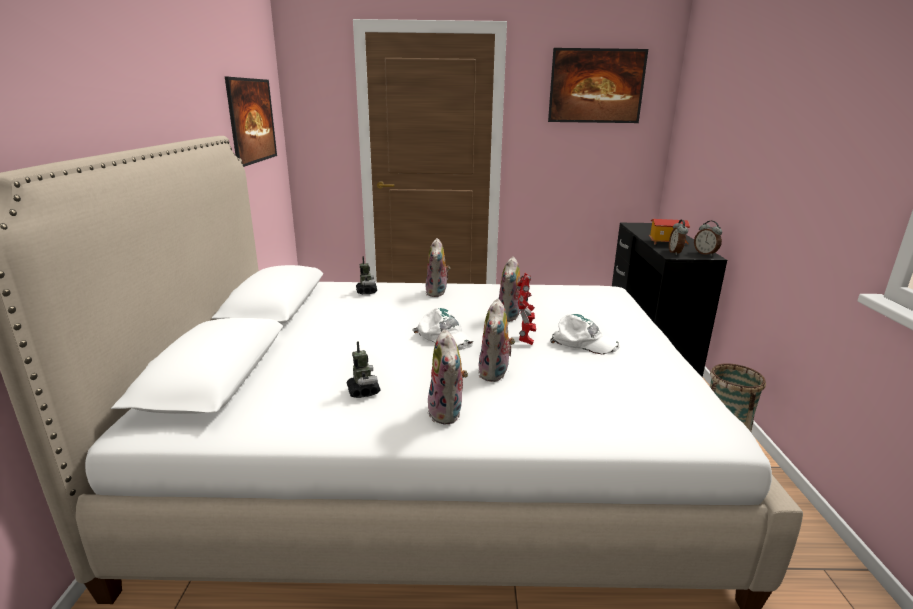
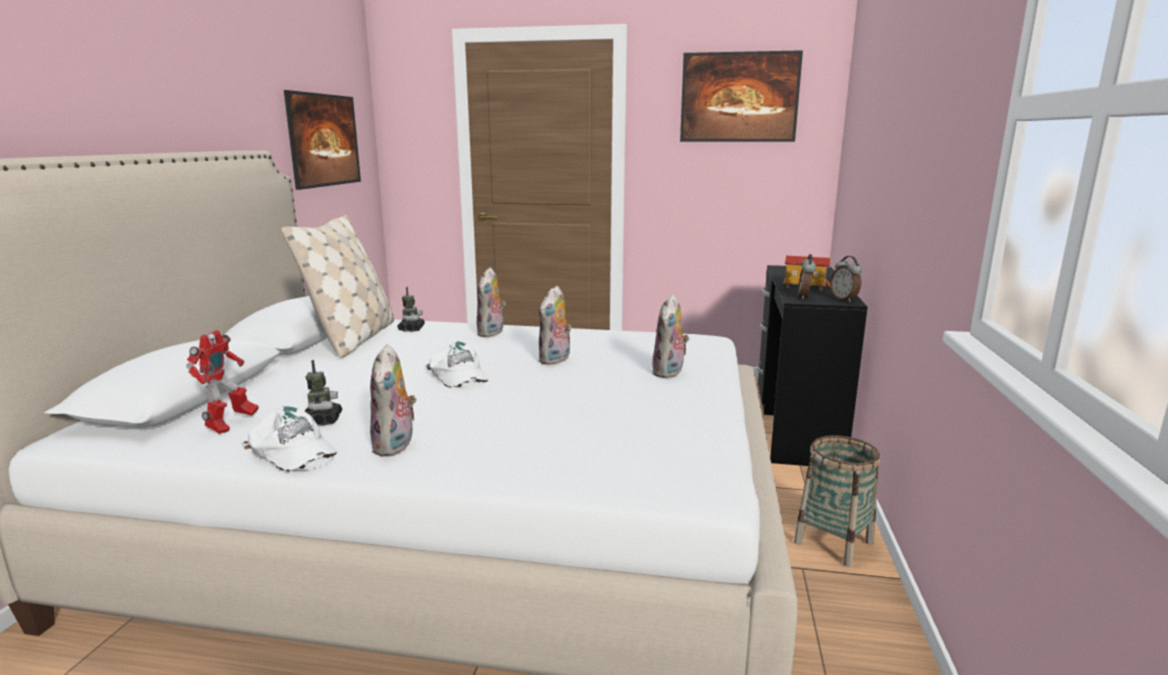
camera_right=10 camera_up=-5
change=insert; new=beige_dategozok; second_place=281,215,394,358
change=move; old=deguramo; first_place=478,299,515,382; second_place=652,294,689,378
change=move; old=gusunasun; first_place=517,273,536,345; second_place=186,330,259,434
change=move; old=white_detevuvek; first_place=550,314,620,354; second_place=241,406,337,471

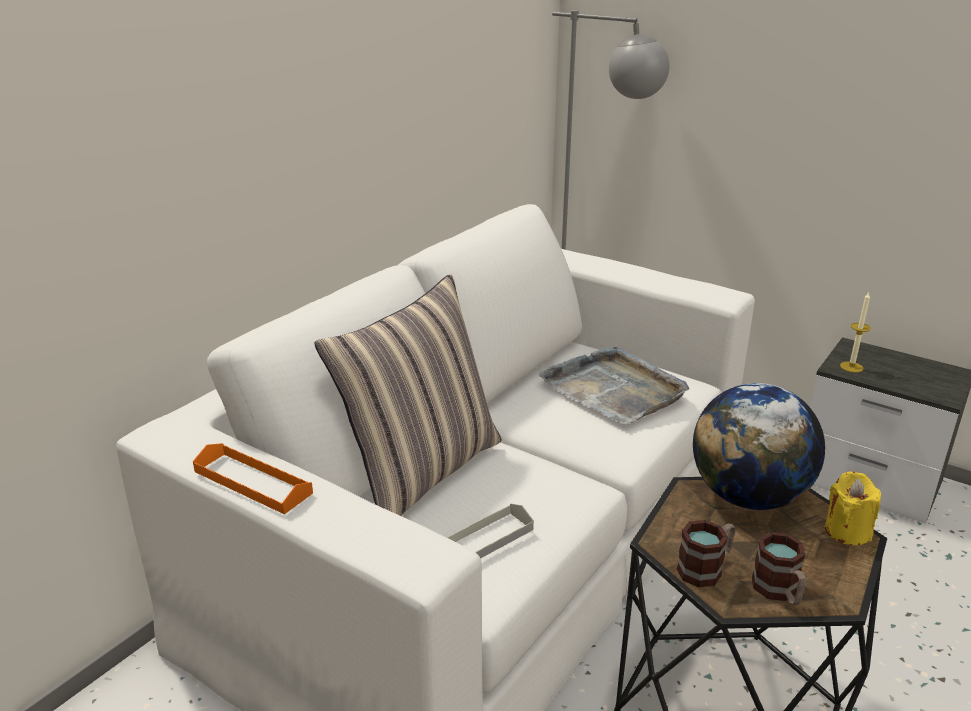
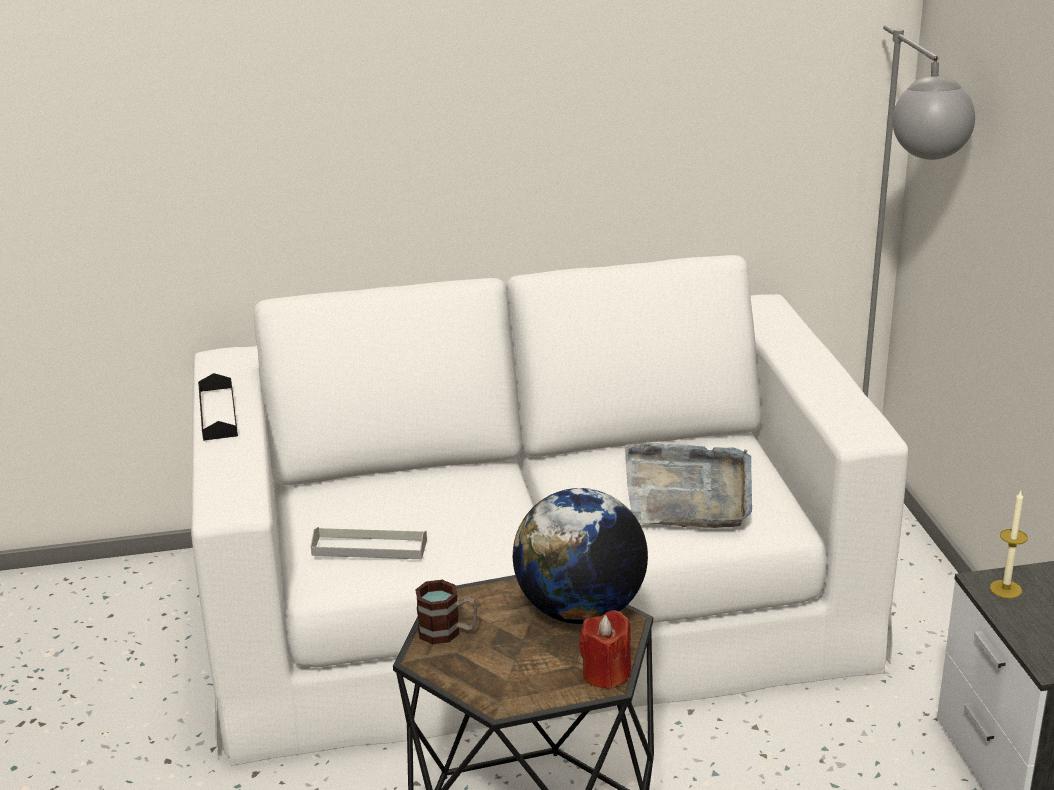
camera_right=45 camera_up=0
change=delete; old=dategozok; first_place=314,274,502,516
change=delete; old=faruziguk; first_place=752,532,806,605
change=recolor; old=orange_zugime; new=black_zugime; first_place=193,443,313,514; second_place=198,373,238,441
change=recolor; old=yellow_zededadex; new=red_zededadex; first_place=825,471,881,545; second_place=579,610,631,690

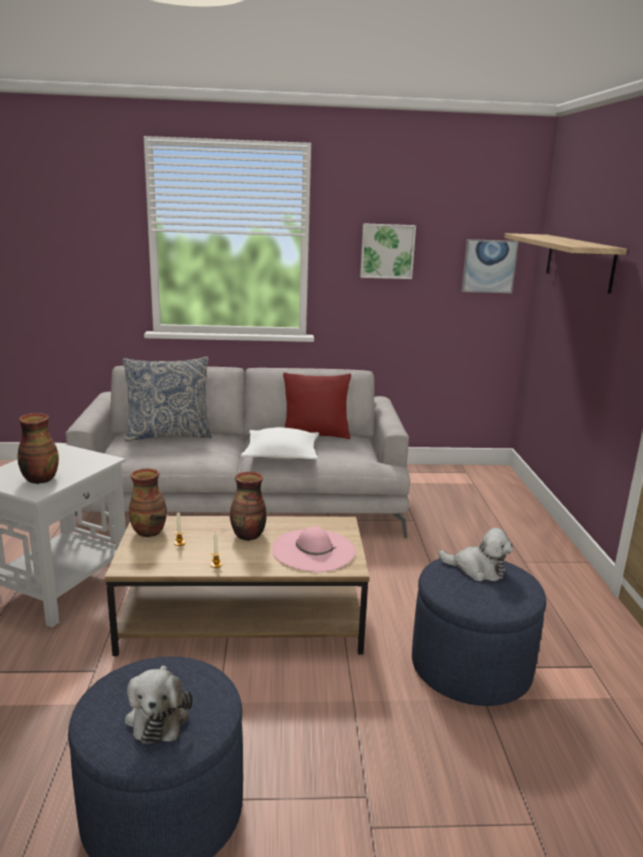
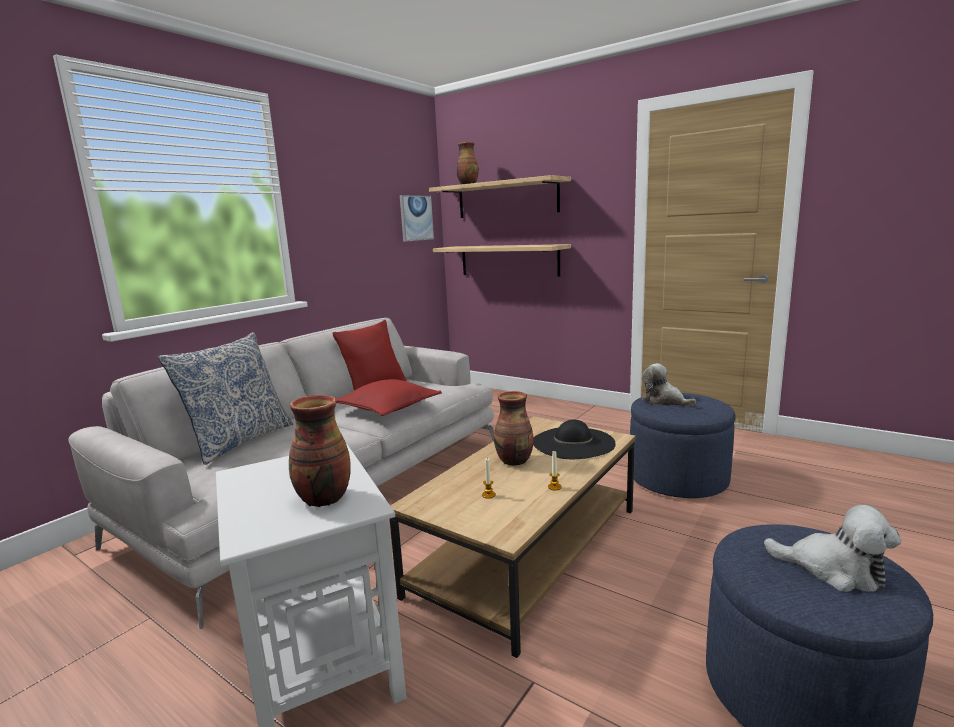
camera_right=-50 camera_up=-5
change=delete; old=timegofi; first_place=360,223,416,279
change=insert; new=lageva; second_place=433,244,571,277
change=move; old=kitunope; first_place=129,468,167,537; second_place=457,142,479,184
change=recolor; old=white_dategozok; new=red_dategozok; first_place=241,427,319,460; second_place=336,379,442,416
change=recolor; old=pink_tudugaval; new=black_tudugaval; first_place=272,527,356,572; second_place=533,419,616,459
change=rotate; old=deguramo; first_place=438,528,513,581; second_place=642,363,696,407; degrees=-105

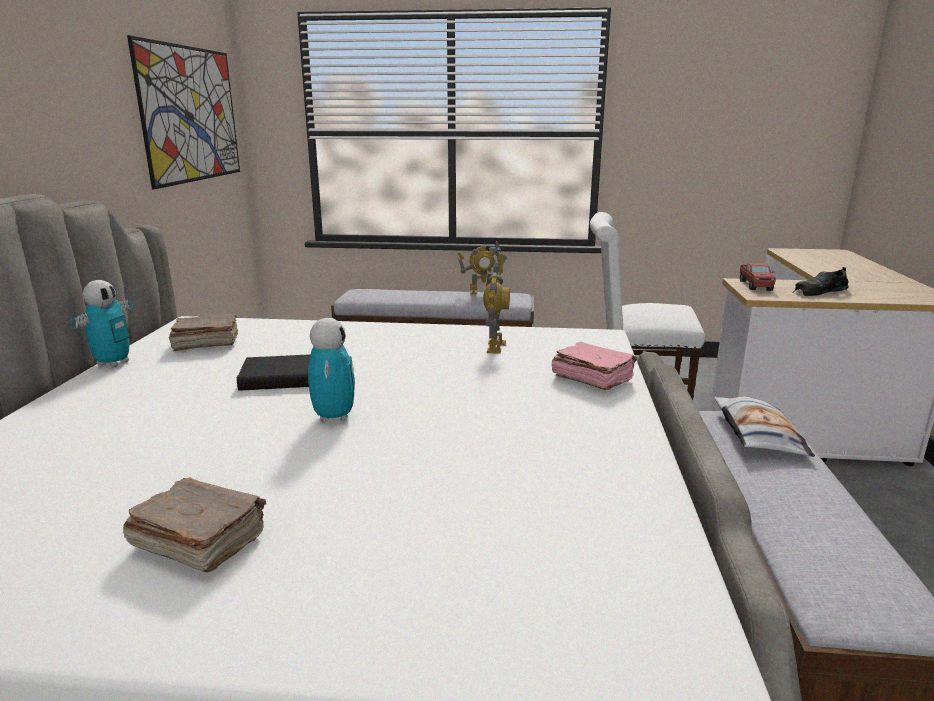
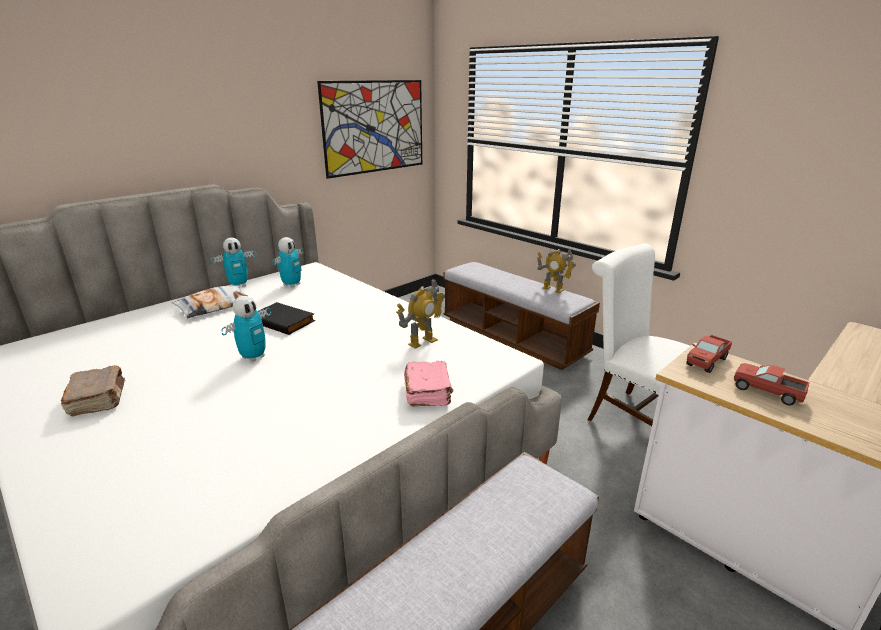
camera_right=40 camera_up=5
change=move; old=dategozok; first_place=714,397,815,457; second_place=172,286,247,318
change=replace; old=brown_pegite; new=gusunasun; first_place=169,314,238,351; second_place=272,237,303,288
change=replace; old=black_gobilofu; new=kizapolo; first_place=792,267,849,296; second_place=734,363,810,406

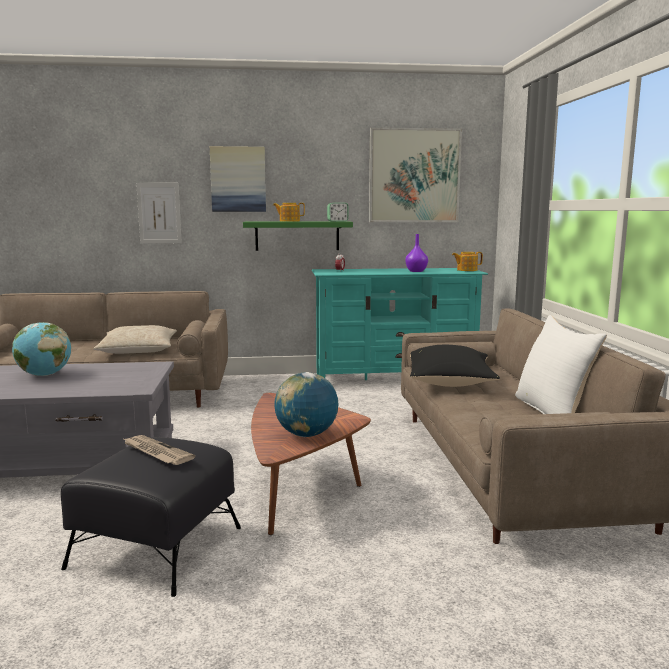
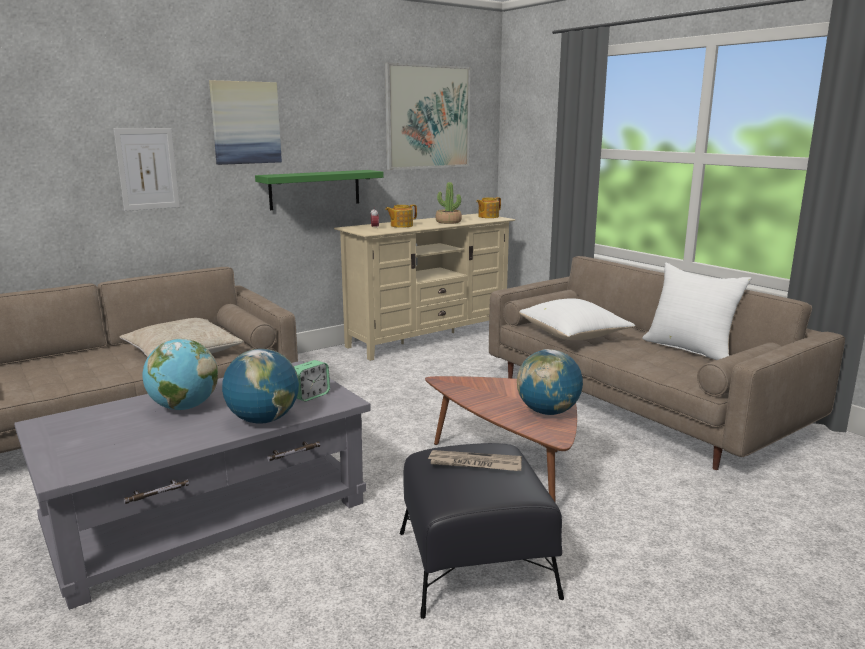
camera_right=-30 camera_up=5
change=insert; new=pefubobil; second_place=222,349,299,424
change=move; old=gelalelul; first_place=273,203,305,222; second_place=385,204,417,228
change=move; old=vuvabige; first_place=327,203,349,222; second_place=294,360,330,401
change=replace; old=purple_kitunope; new=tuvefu; first_place=405,234,428,272; second_place=436,182,462,224
change=recolor; old=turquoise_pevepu; new=beige_pevepu; first_place=312,268,488,380; second_place=334,213,515,361
change=recolor; old=black_dategozok; new=white_dategozok; first_place=410,345,500,387; second_place=519,298,635,340

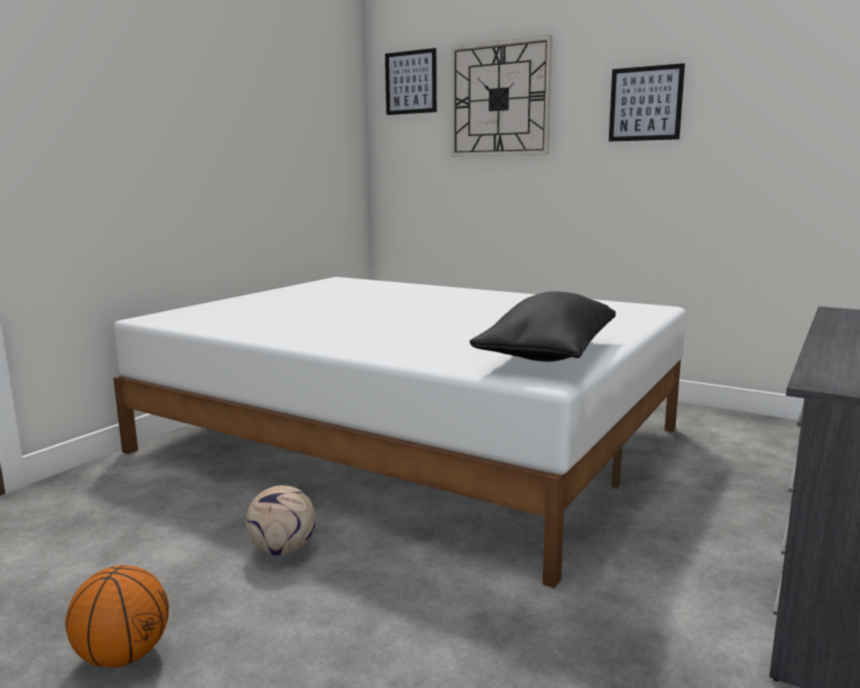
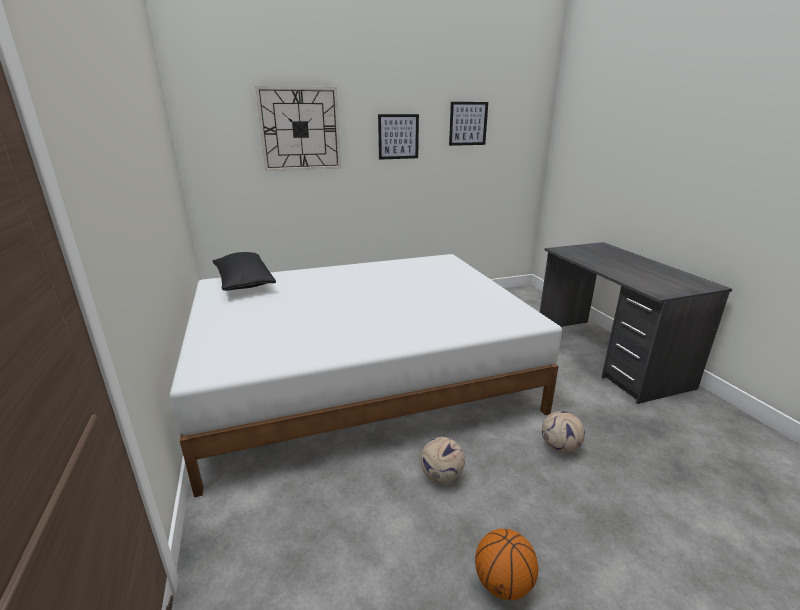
camera_right=-50 camera_up=10
change=insert; new=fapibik; second_place=542,411,585,453
change=move; old=timegofi; first_place=385,48,437,115; second_place=449,102,488,146
change=move; old=black_dategozok; first_place=470,291,616,362; second_place=213,252,276,291

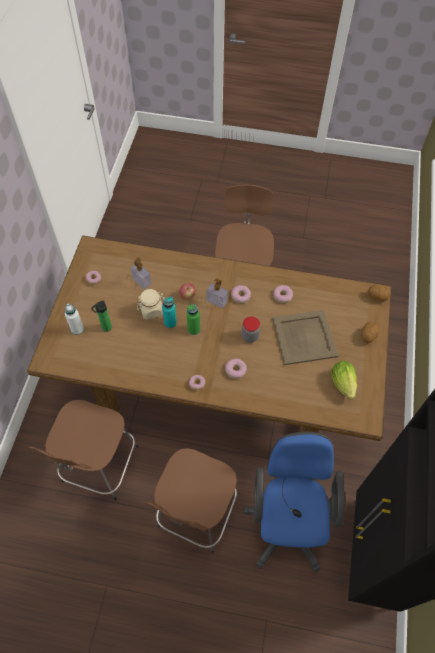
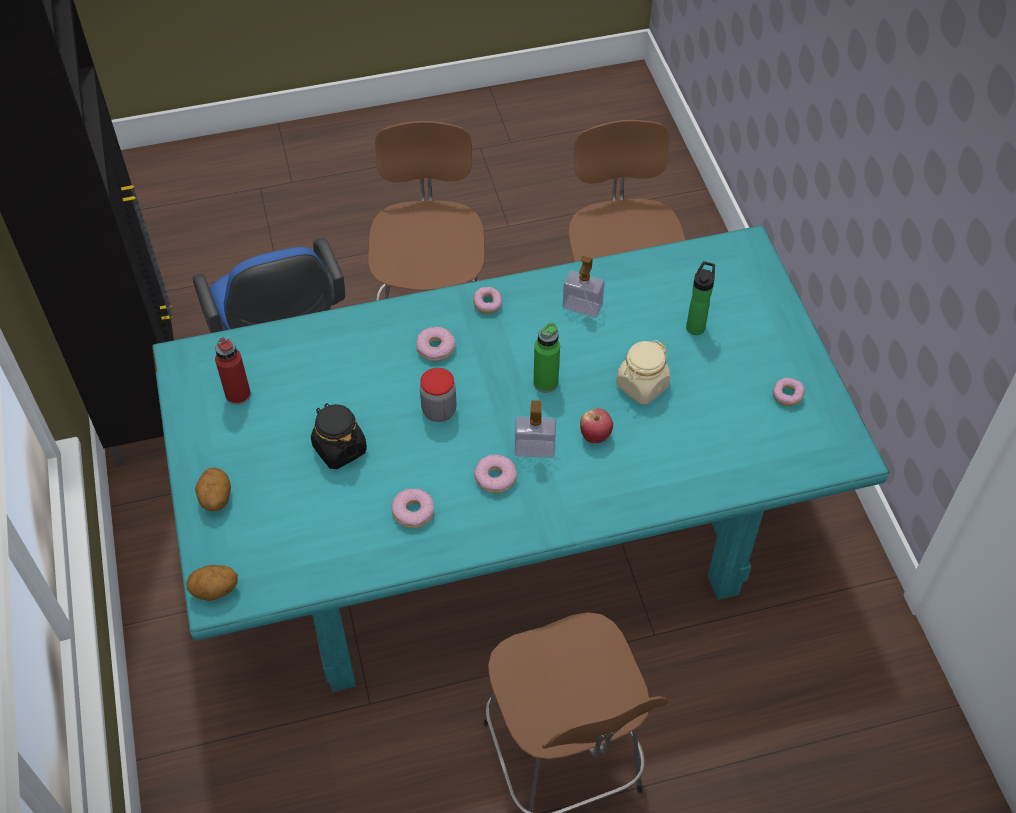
camera_right=155 camera_up=-5
change=delete; old=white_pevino; first_place=65,304,84,335
change=delete; old=turquoise_pevino; first_place=162,297,177,328
change=move; old=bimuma; first_place=131,258,151,289; second_place=563,256,605,318
change=replace; old=beige_zugime; new=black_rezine; first_place=272,310,338,365; second_place=311,403,367,469
change=replace; old=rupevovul; new=red_pevino; first_place=331,361,357,400; second_place=215,337,251,405
change=recolor; old=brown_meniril; new=turquoise_meniril; first_place=27,236,391,441; second_place=152,225,889,692

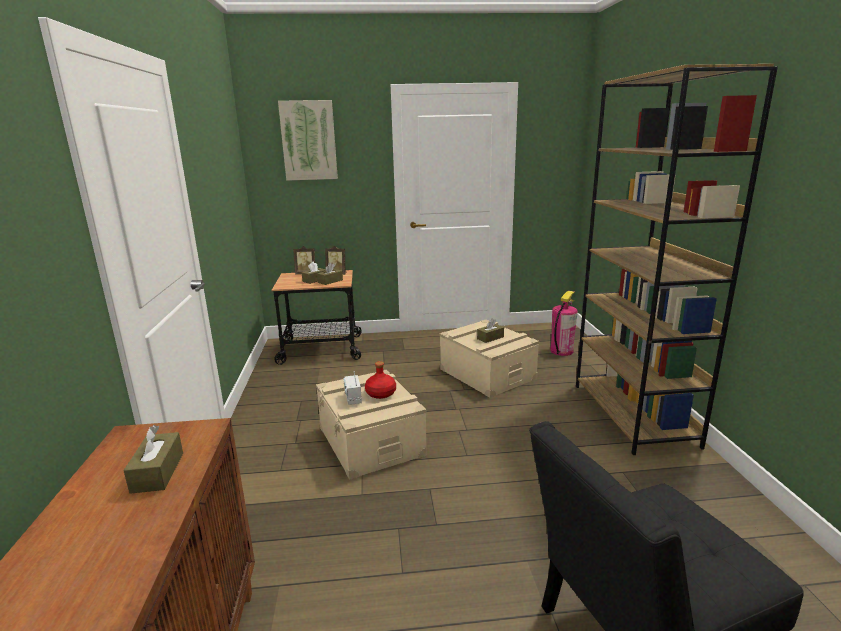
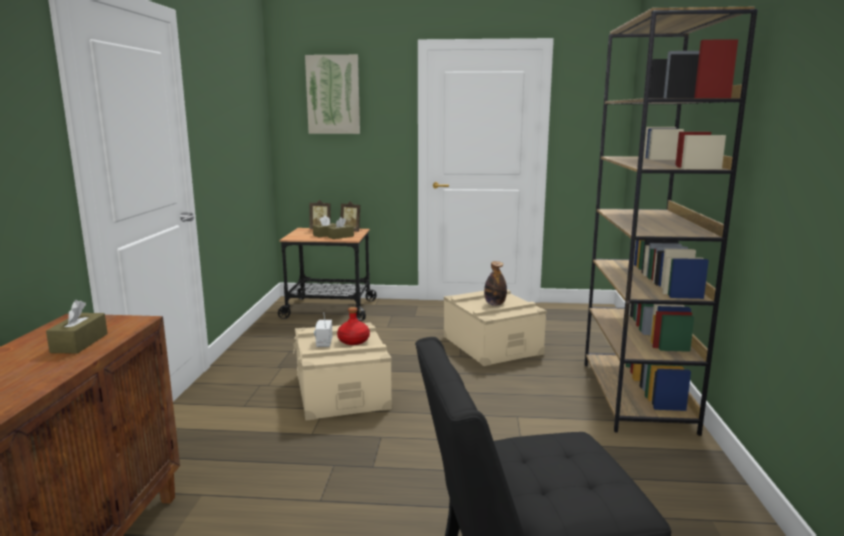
camera_right=10 camera_up=-5
change=delete; old=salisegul; first_place=550,291,578,356
change=replace; old=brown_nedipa; new=pevino; first_place=477,319,504,343; second_place=484,261,507,306

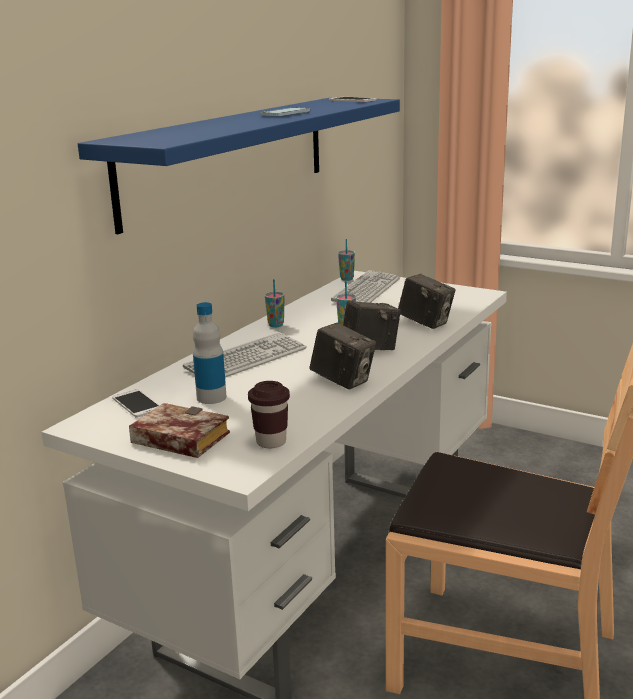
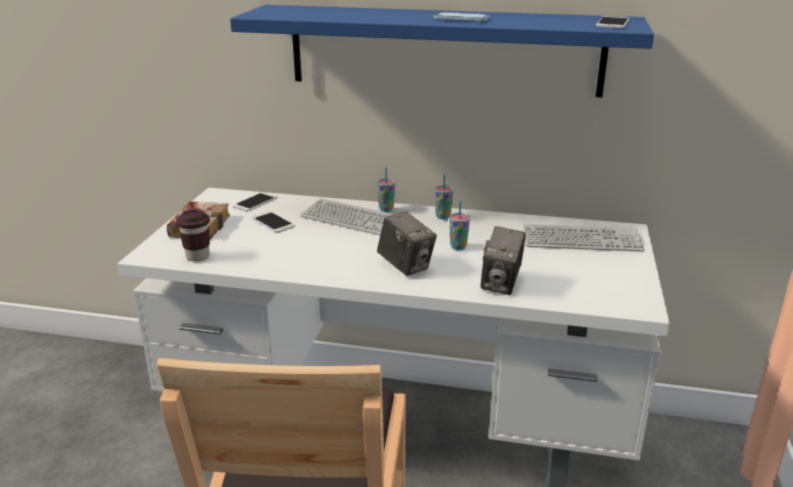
camera_right=70 camera_up=5
change=delete; old=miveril; first_place=309,322,376,389
change=move; old=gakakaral; first_place=338,239,355,281; second_place=377,168,395,212
change=replace; old=pevino; new=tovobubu; first_place=193,302,227,404; second_place=252,211,295,233

